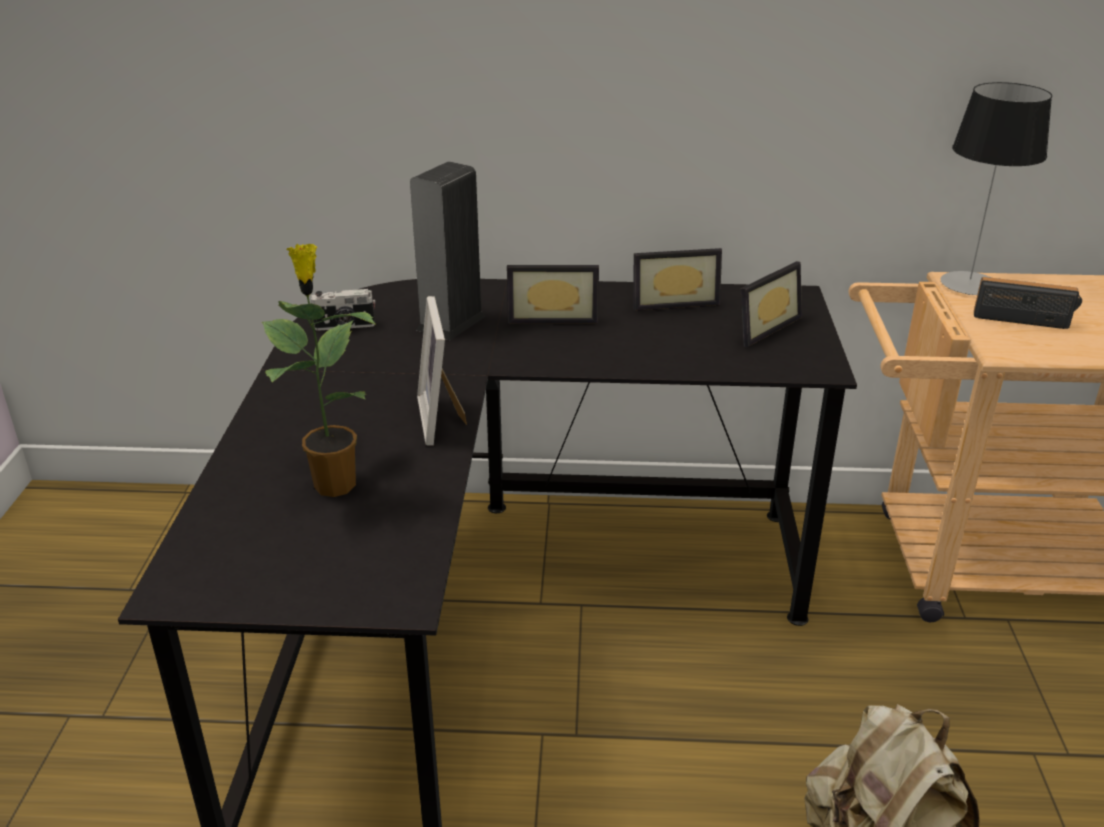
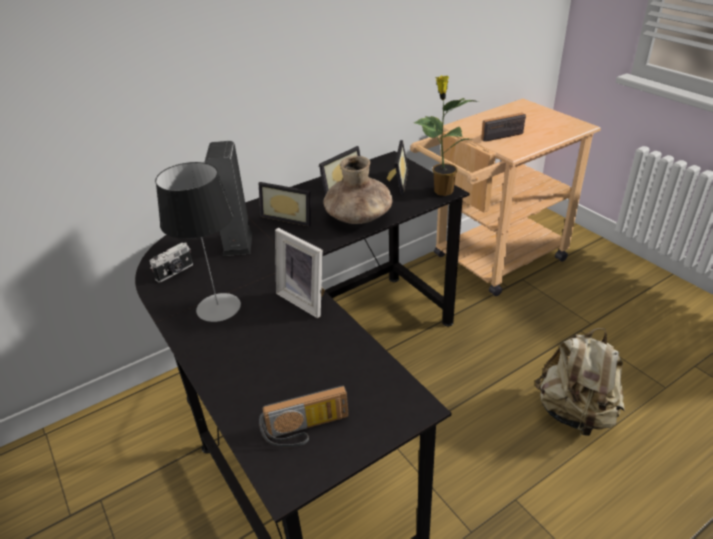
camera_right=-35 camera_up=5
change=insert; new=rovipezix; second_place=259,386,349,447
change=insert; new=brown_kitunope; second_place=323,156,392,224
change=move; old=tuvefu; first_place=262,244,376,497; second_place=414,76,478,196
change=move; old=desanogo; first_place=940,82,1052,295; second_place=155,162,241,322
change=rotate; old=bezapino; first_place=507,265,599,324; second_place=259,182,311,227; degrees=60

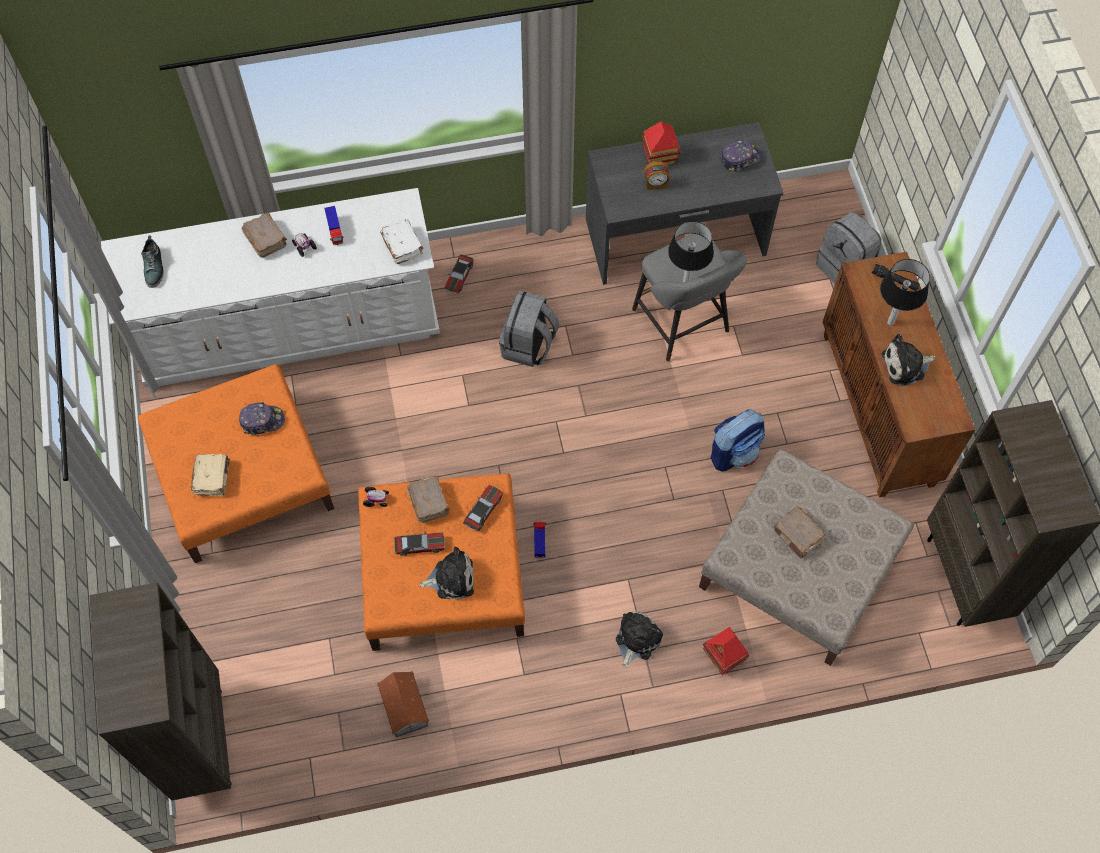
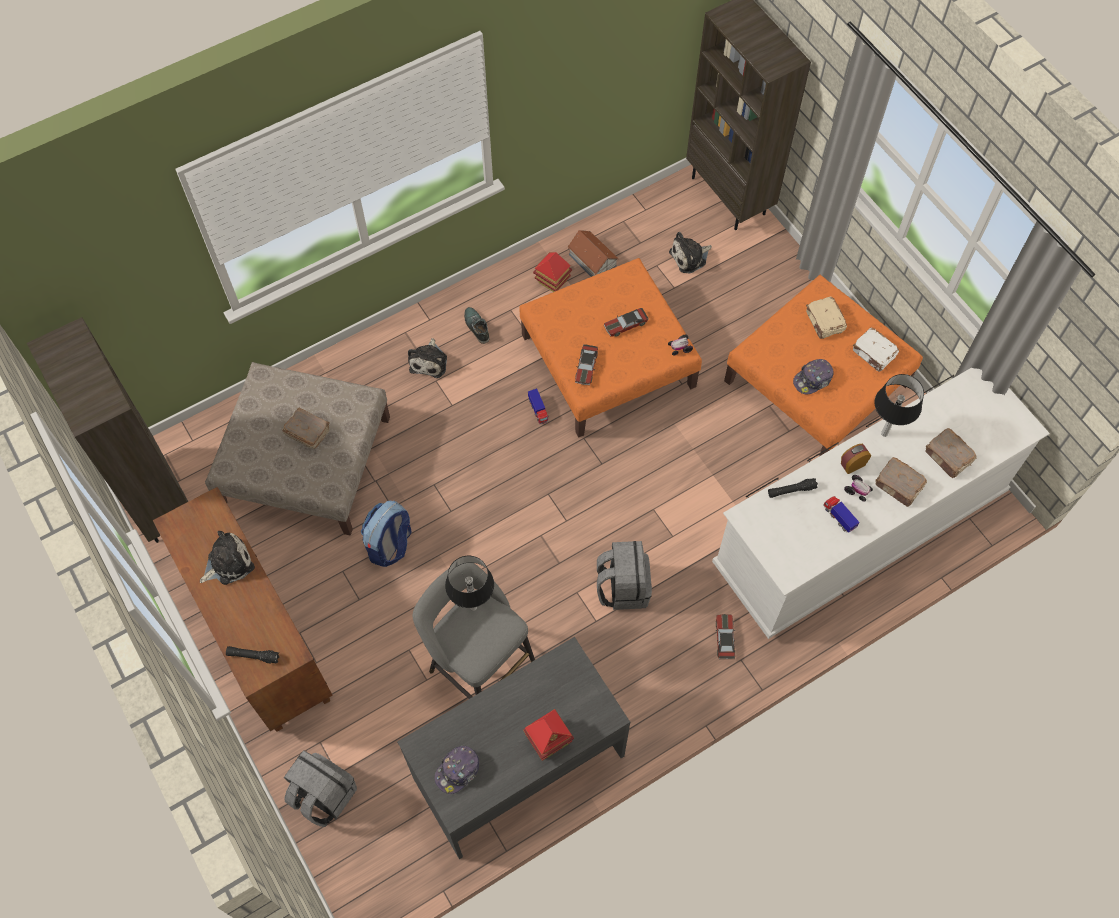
camera_right=160 camera_up=0
change=insert; new=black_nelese; second_place=768,478,818,498
change=move; old=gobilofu; first_place=141,236,163,288; second_place=464,307,489,344
change=move; old=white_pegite; first_place=380,219,424,264; second_place=853,328,899,372
change=move; old=brown_pegite; first_place=407,476,450,523; second_place=925,428,977,478
change=move; old=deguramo; first_place=419,547,474,600; second_place=669,232,712,274
change=move; old=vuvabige; first_place=644,161,670,190; second_place=841,444,871,474
change=move; old=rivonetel; first_place=703,627,749,675; second_place=533,252,572,292
change=move; old=desanogo; first_place=880,259,930,326; second_place=874,374,924,437

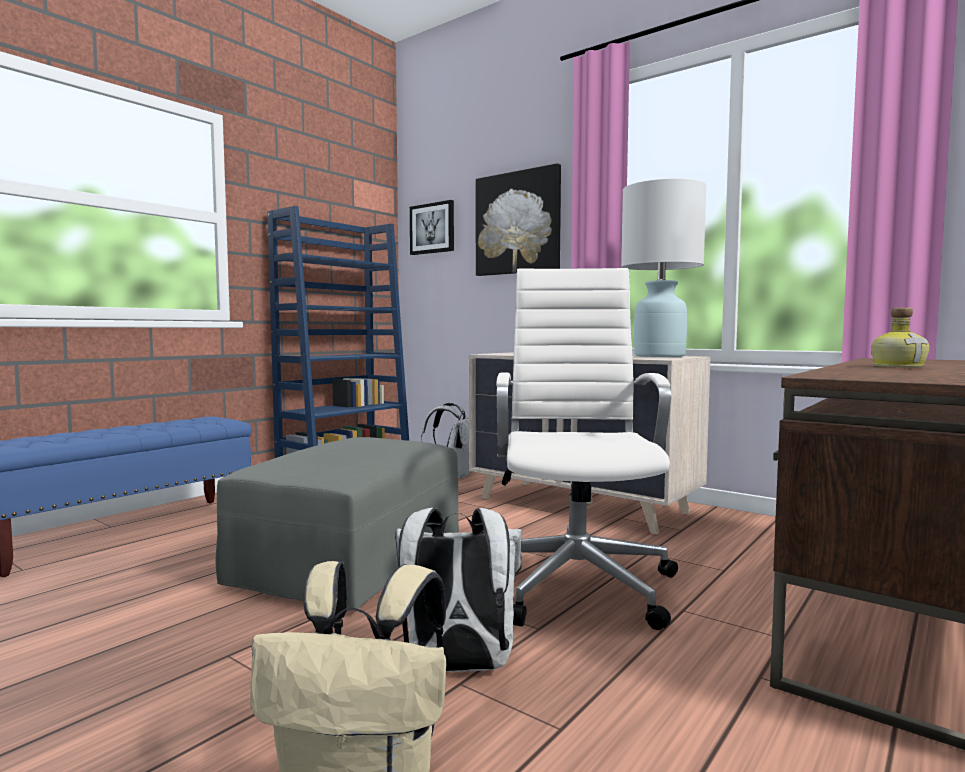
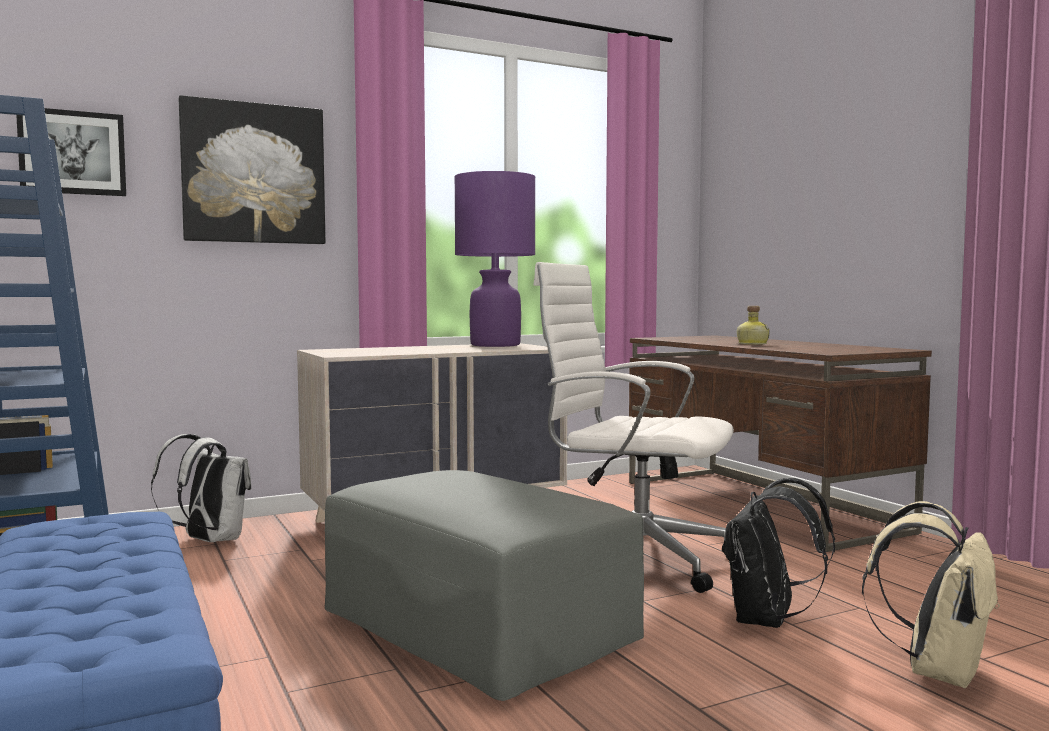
camera_right=-65 camera_up=0
change=recolor; old=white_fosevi; new=black_fosevi; first_place=395,508,522,672; second_place=724,478,835,628
change=recolor; old=white_desanogo; new=purple_desanogo; first_place=621,178,706,357; second_place=454,171,535,347

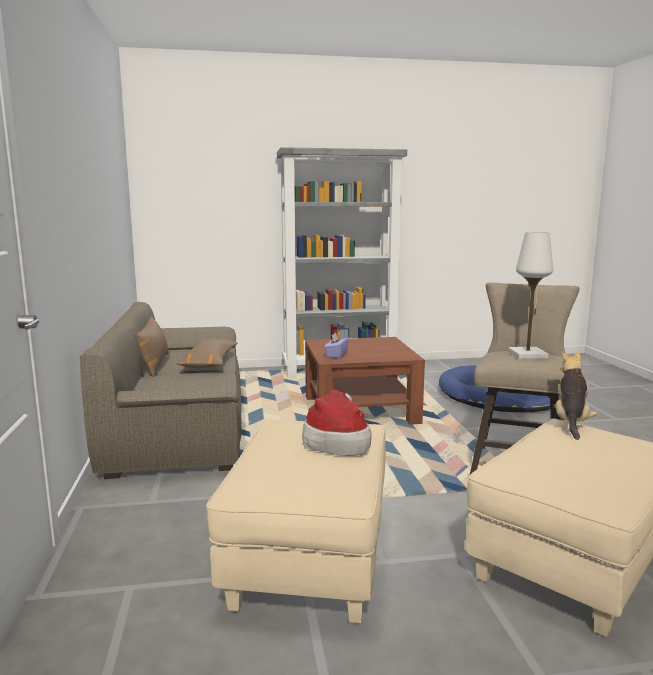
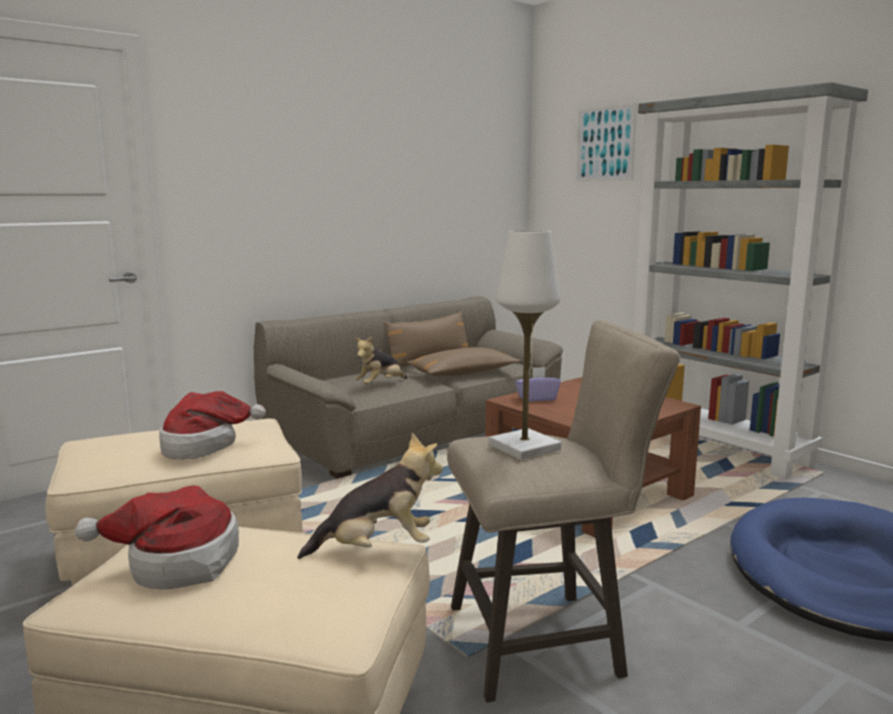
camera_right=60 camera_up=0
change=insert; new=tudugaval; second_place=75,485,239,590
change=insert; new=deguramo; second_place=354,336,407,384
change=insert; new=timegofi; second_place=576,103,637,181

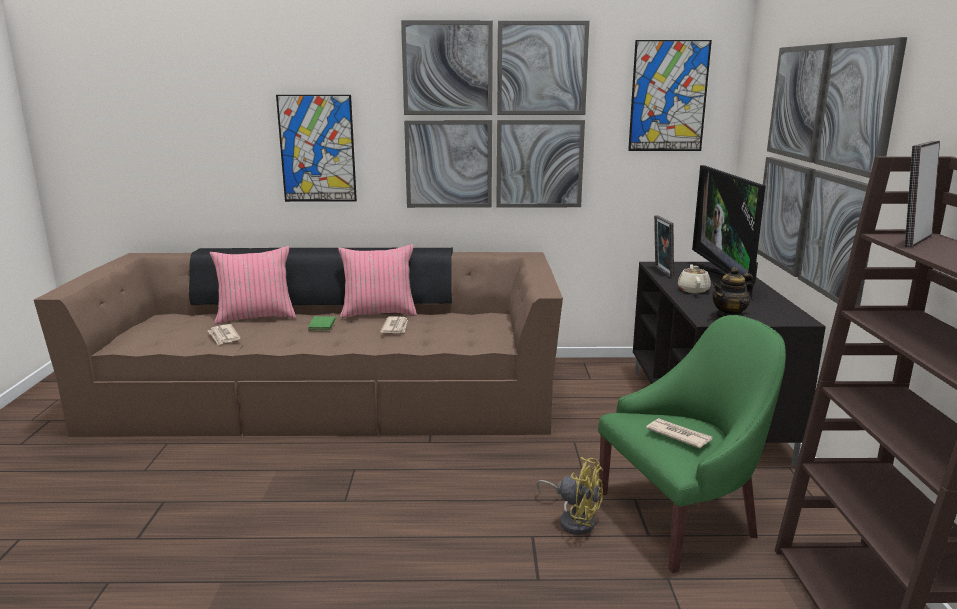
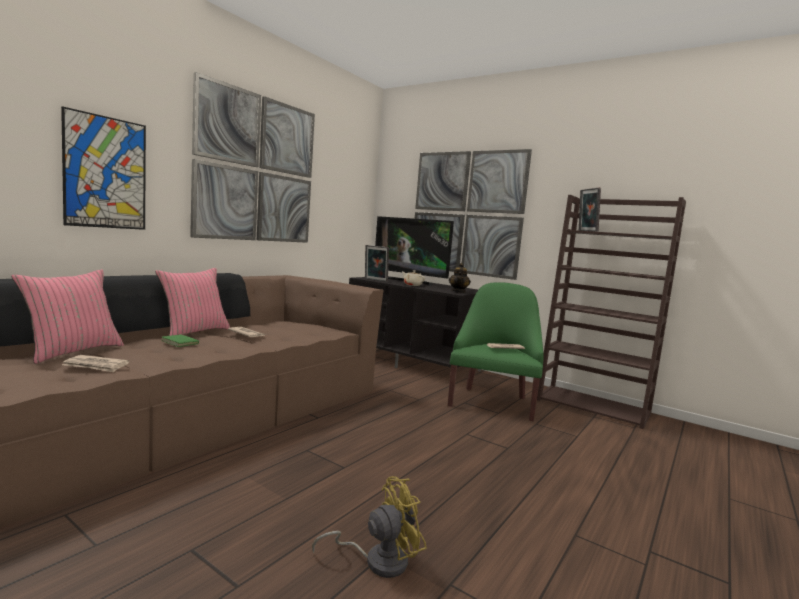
camera_right=-55 camera_up=-10
change=delete; old=timegofi; first_place=628,40,712,151
change=move; old=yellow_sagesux; first_place=536,457,603,535; second_place=312,476,427,578

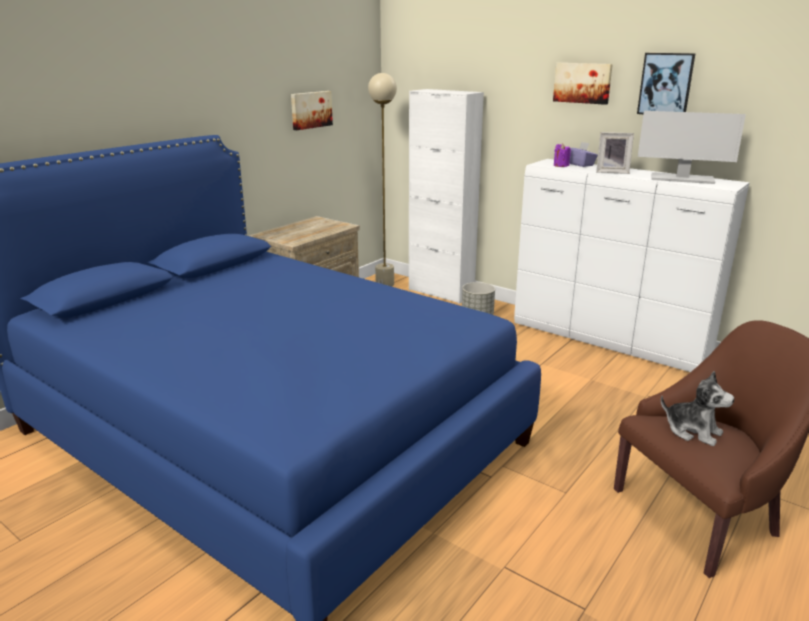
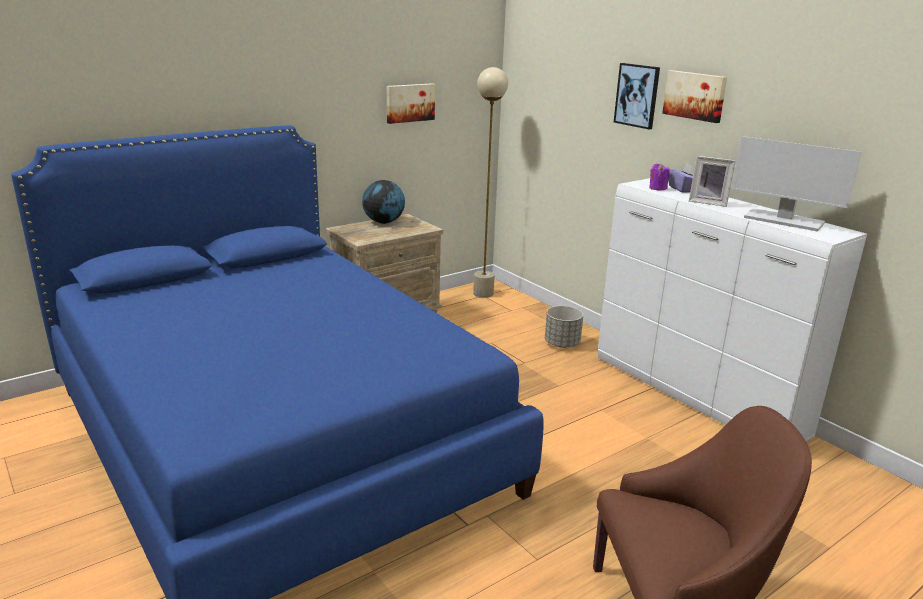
camera_right=15 camera_up=0
change=delete; old=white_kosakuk; first_place=409,89,484,304
change=delete; old=deguramo; first_place=661,371,734,446
change=insert; new=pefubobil; second_place=362,180,405,224
change=move; old=timegofi; first_place=637,53,696,114; second_place=614,63,660,129

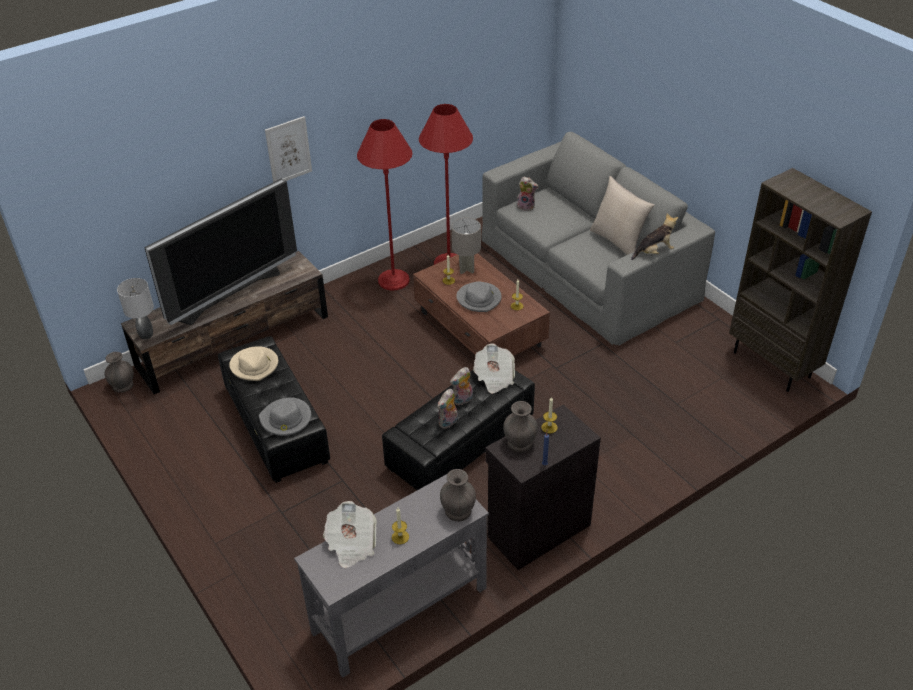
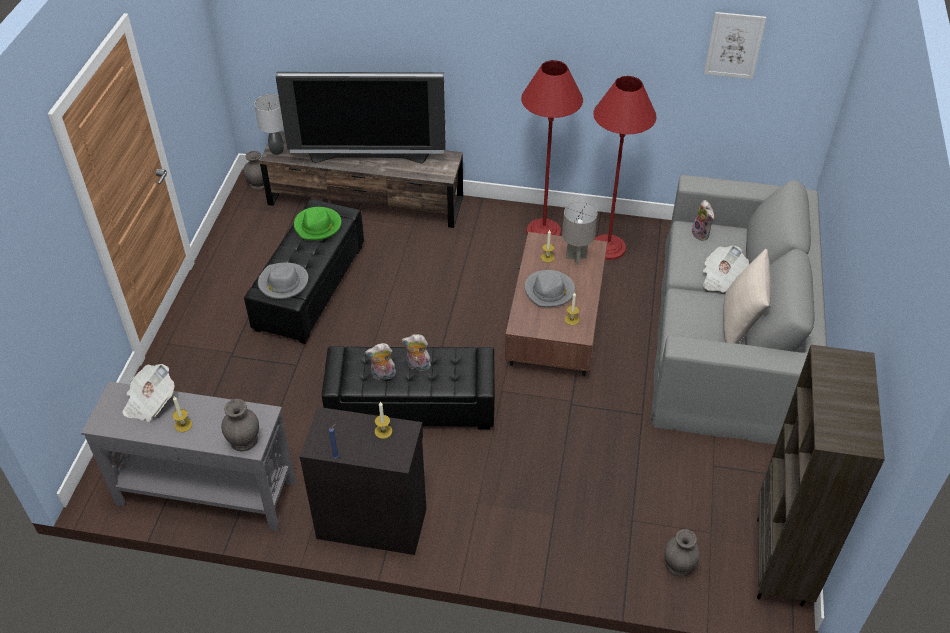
camera_right=45 camera_up=5
change=delete; old=deguramo; first_place=631,213,678,260
change=move; old=timegofi; first_place=265,116,312,182; second_place=704,12,766,79
change=move; old=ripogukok; first_place=473,344,515,394; second_place=703,246,749,292
change=move; old=grey_kitunope; first_place=503,401,538,452; second_place=664,529,700,577
change=recolor; old=beige_tudugaval; new=green_tudugaval; first_place=229,346,278,381; second_place=294,207,342,240

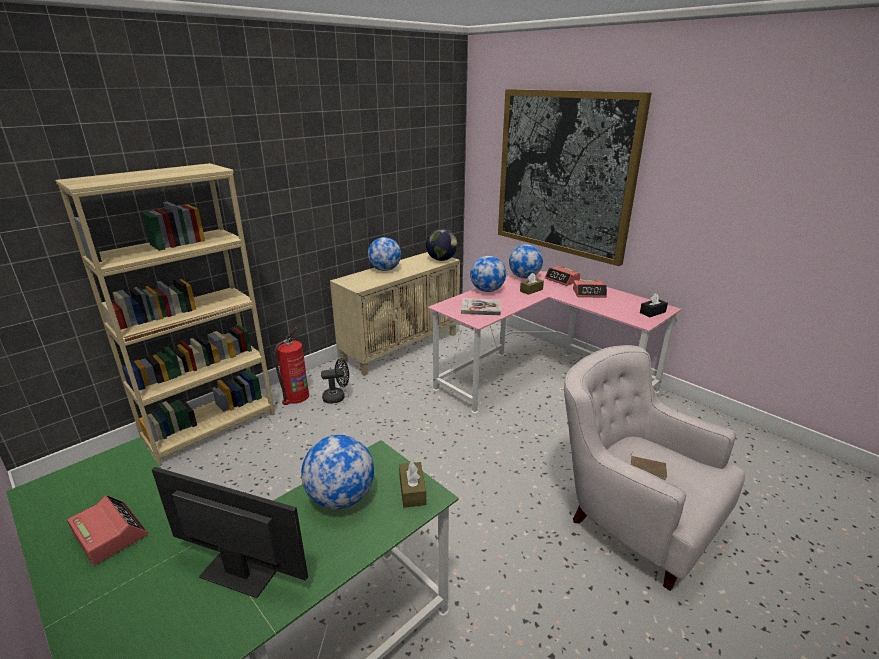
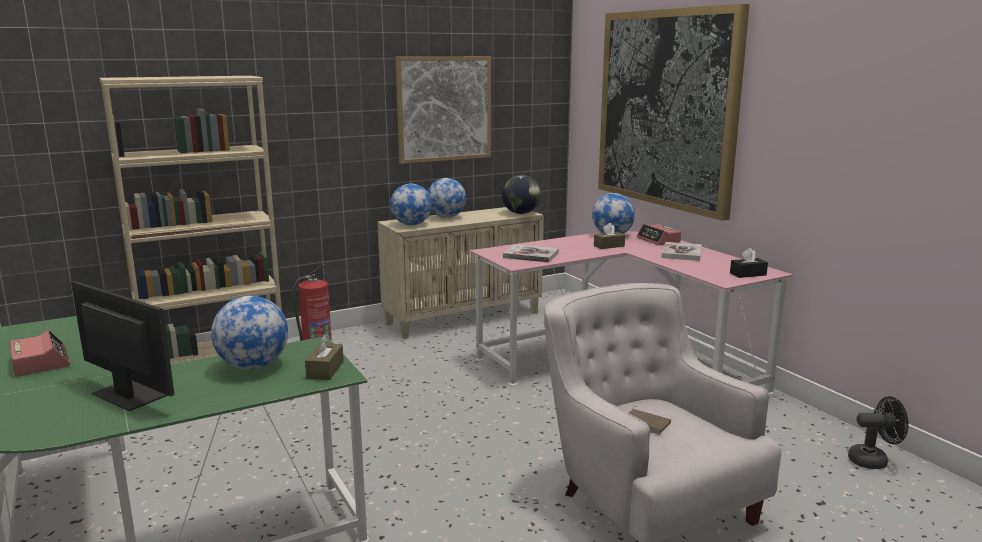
camera_right=15 camera_up=-10
change=insert; new=timegofi; second_place=395,56,491,164
change=move; old=black_sagesux; first_place=321,358,349,404; second_place=848,396,908,469
change=move; old=pefubobil; first_place=470,256,506,292; second_place=390,184,432,225
change=replace; old=vuvabige; new=pegite; first_place=573,280,607,298; second_place=662,242,702,261

